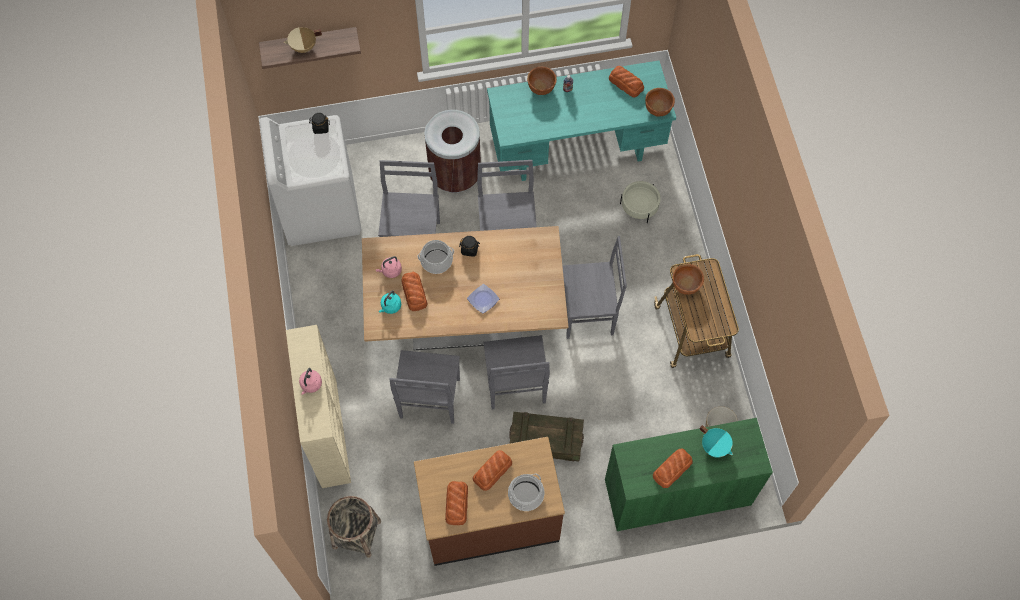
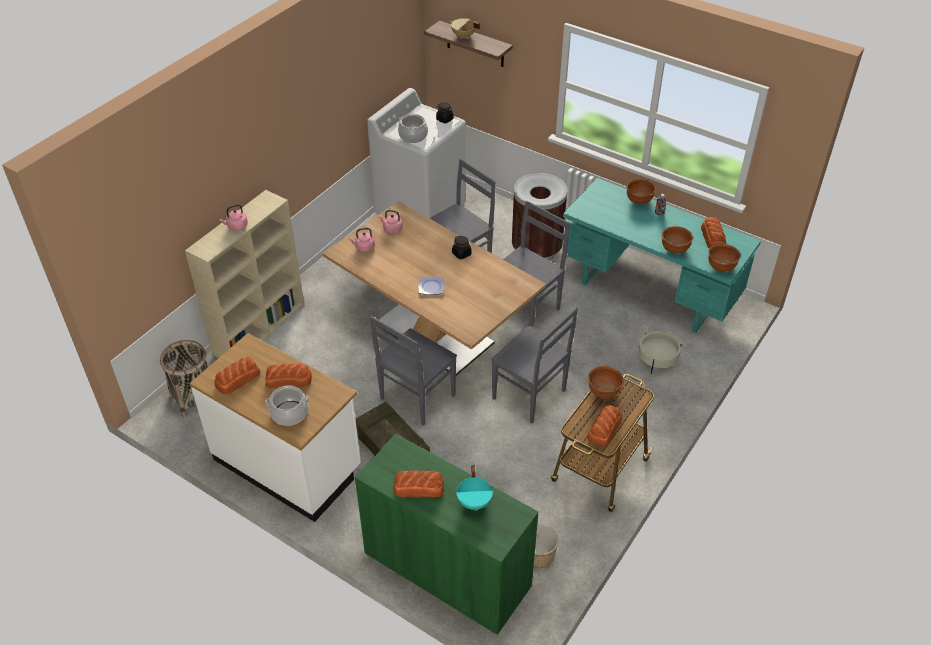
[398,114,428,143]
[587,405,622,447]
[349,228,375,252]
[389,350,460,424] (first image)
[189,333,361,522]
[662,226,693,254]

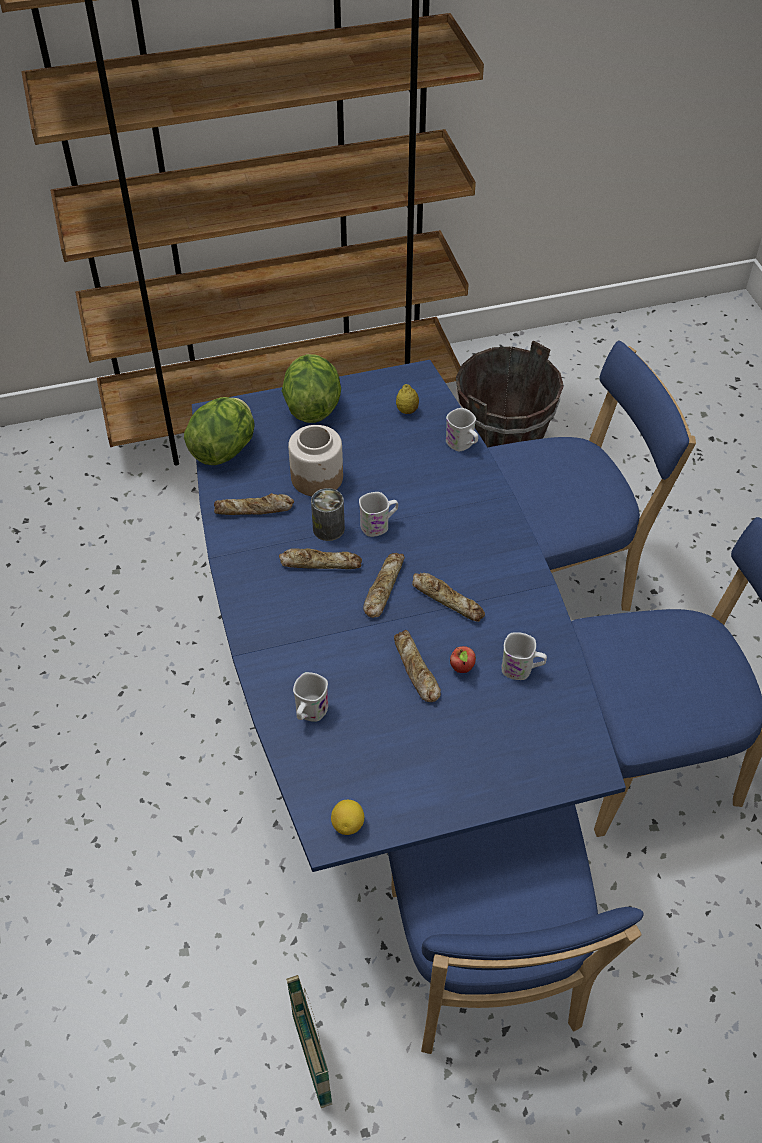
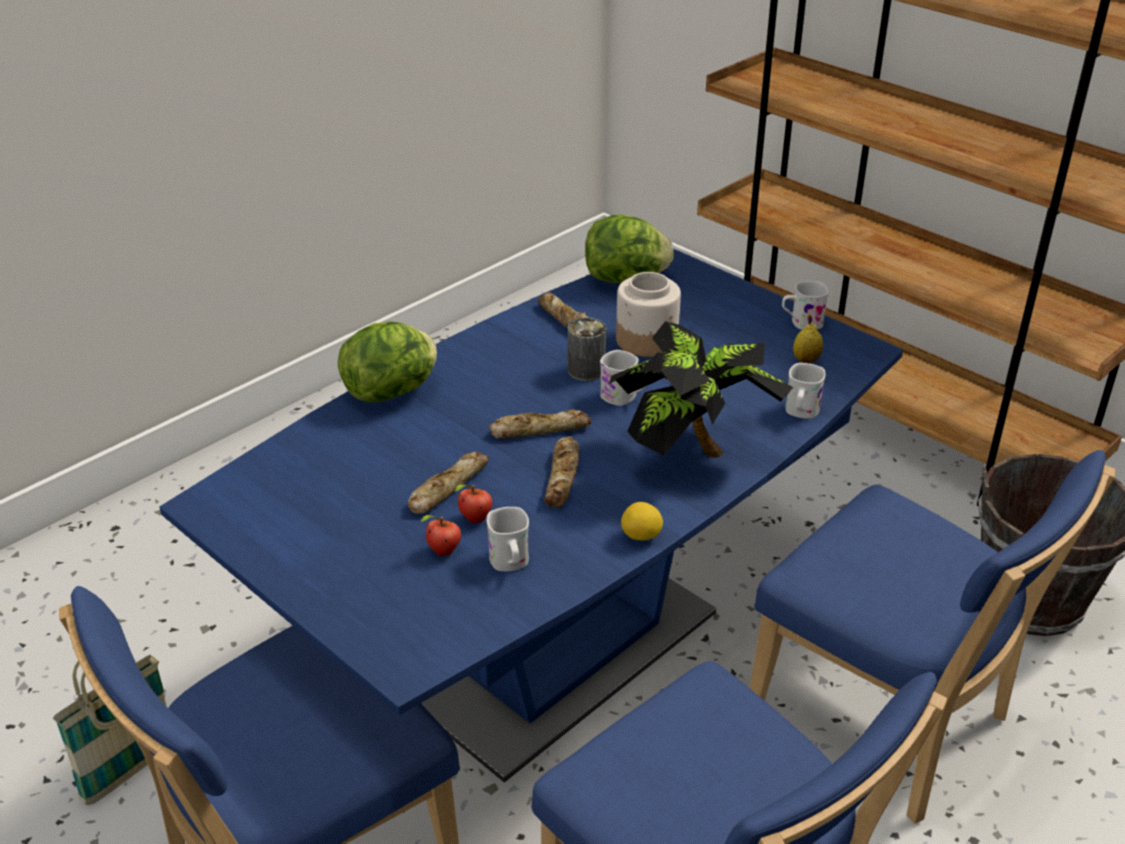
[338,322,437,402]
[279,548,362,569] (first image)
[782,280,829,330]
[621,502,663,541]
[609,321,794,458]
[421,515,461,556]

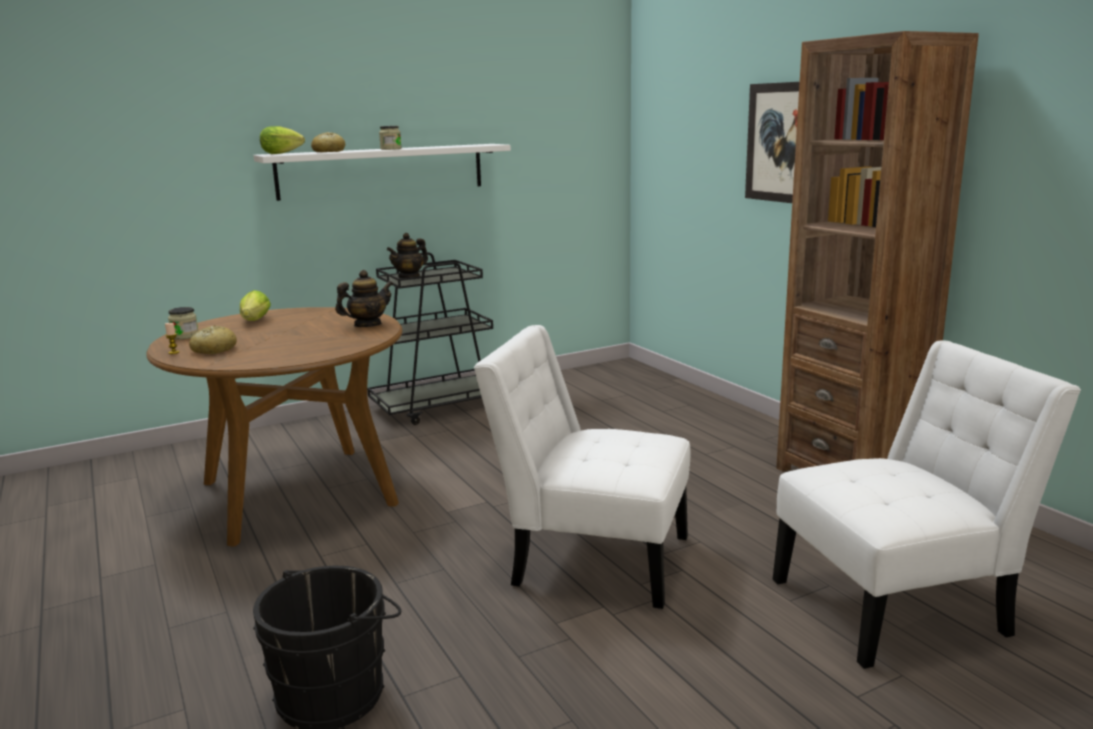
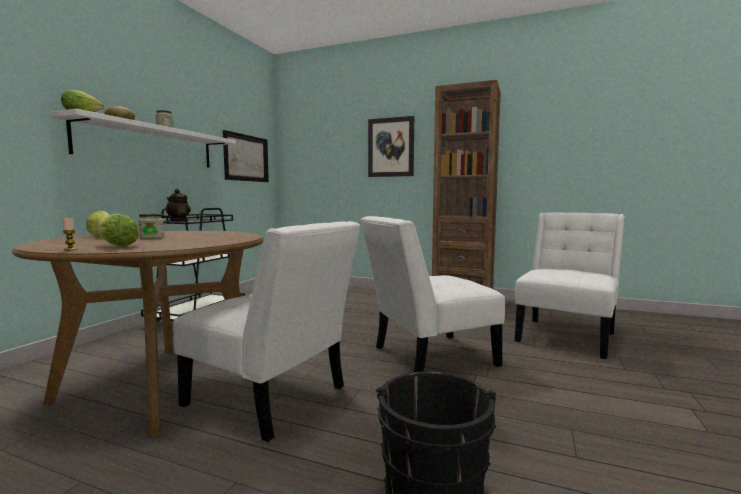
[335,270,393,327] (first image)
[138,214,164,239]
[97,213,139,247]
[223,130,269,182]
[173,221,360,442]

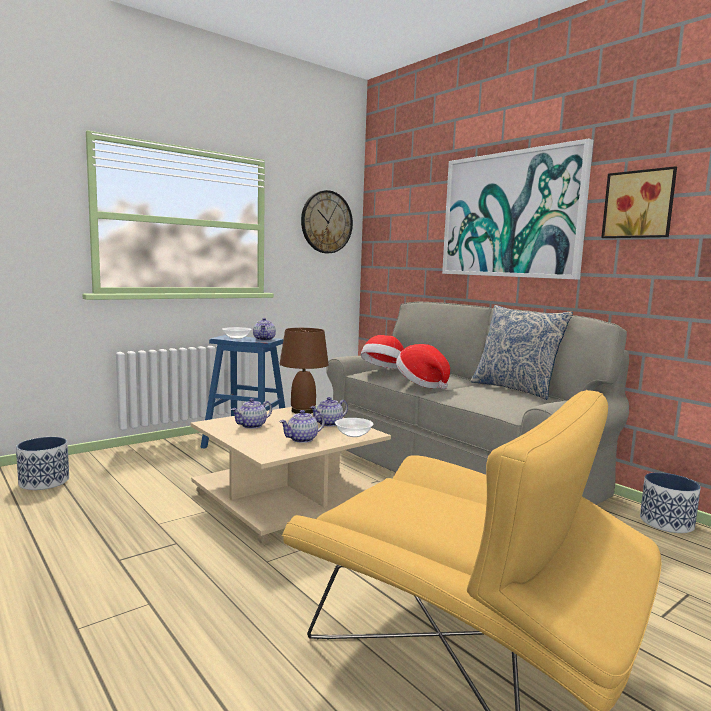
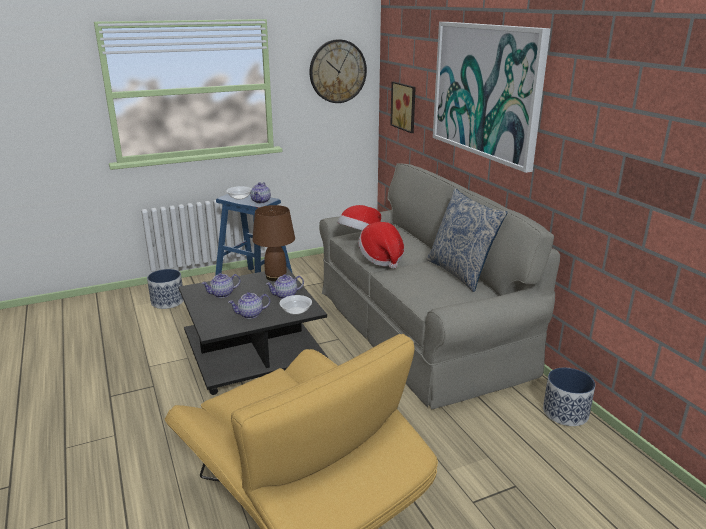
[390,82,416,133]
[179,267,328,395]
[147,269,184,309]

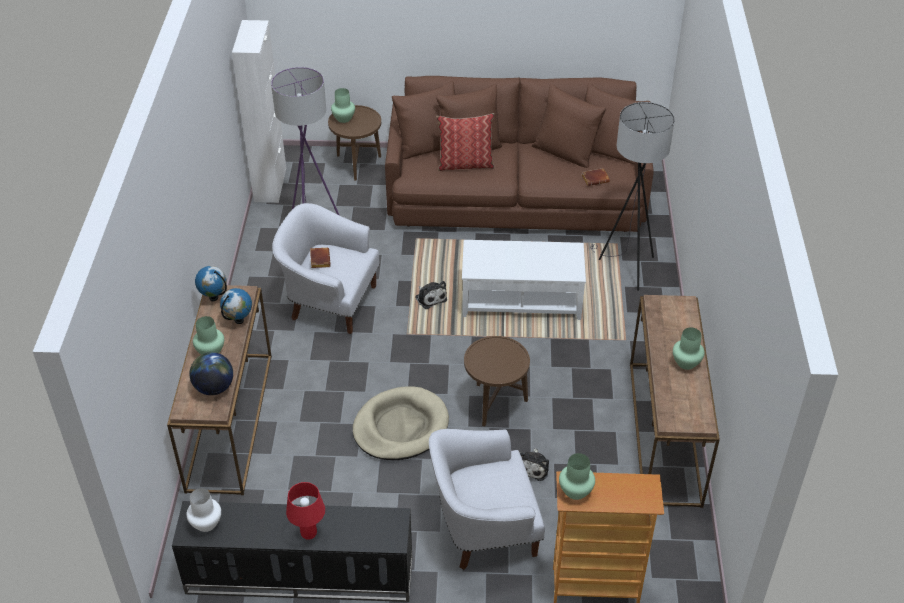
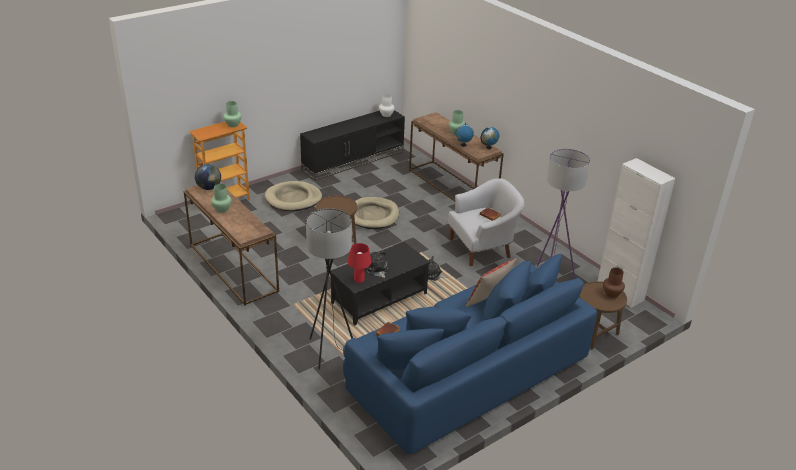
[343,254,597,454]
[603,268,625,298]
[331,242,430,325]
[195,164,221,190]
[265,181,322,211]
[365,250,389,278]
[348,243,371,283]

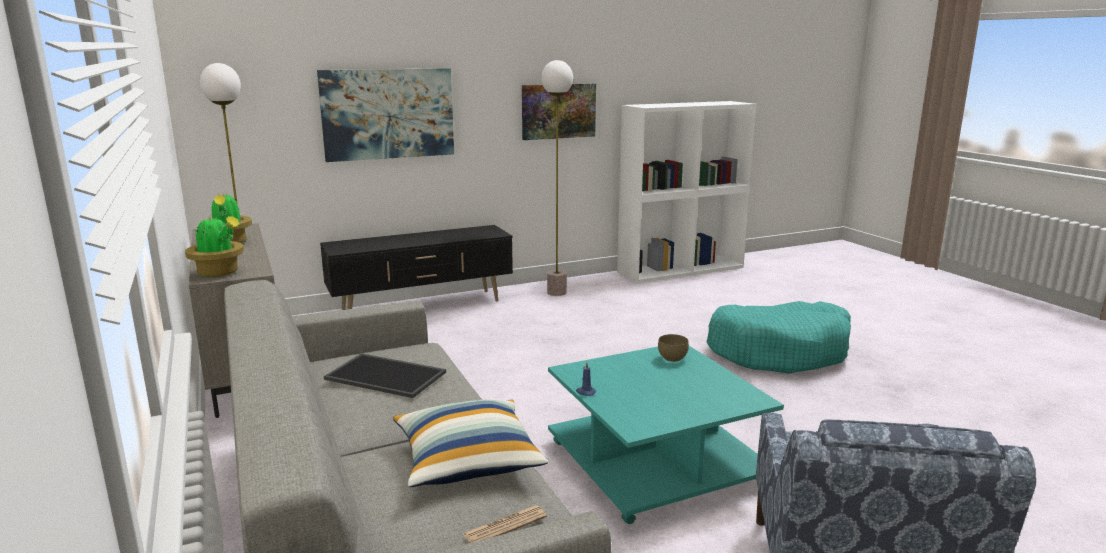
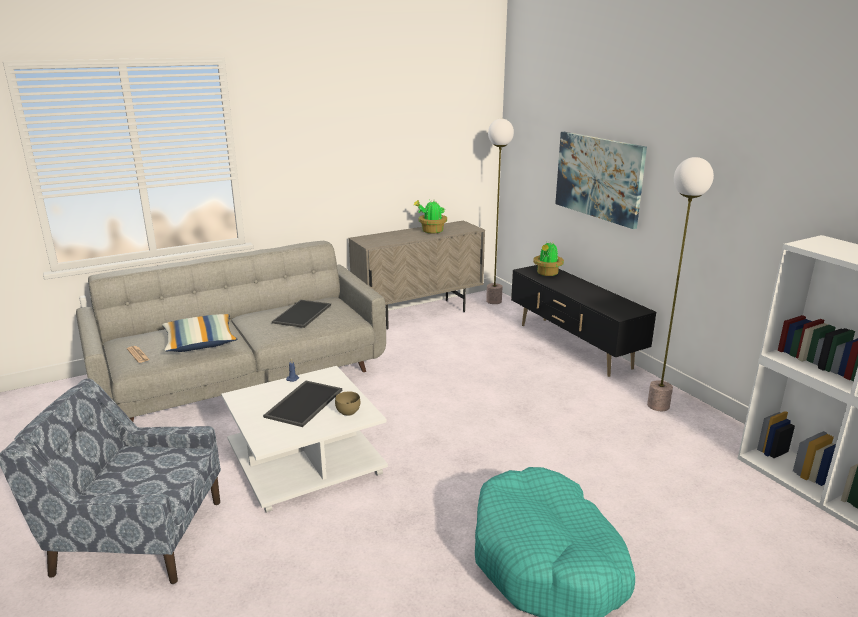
[522,83,596,140] (first image)
[533,242,564,276]
[221,366,388,513]
[263,381,342,427]

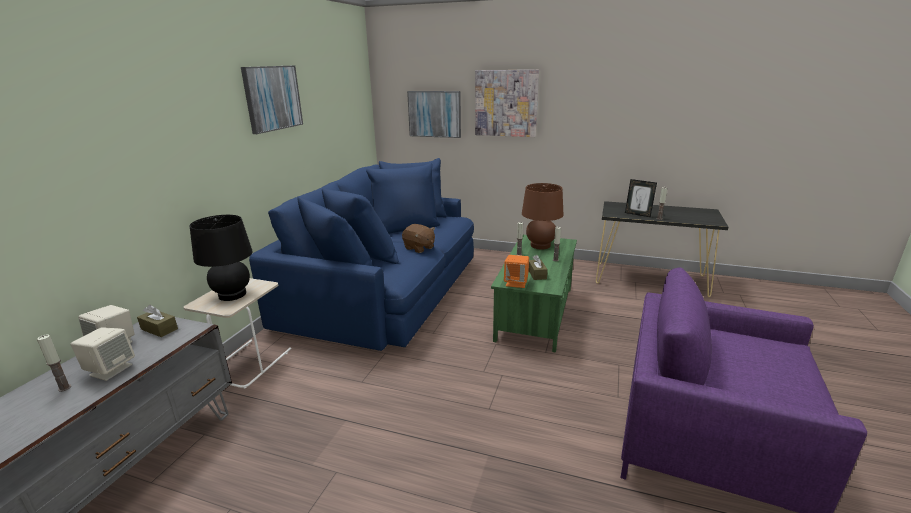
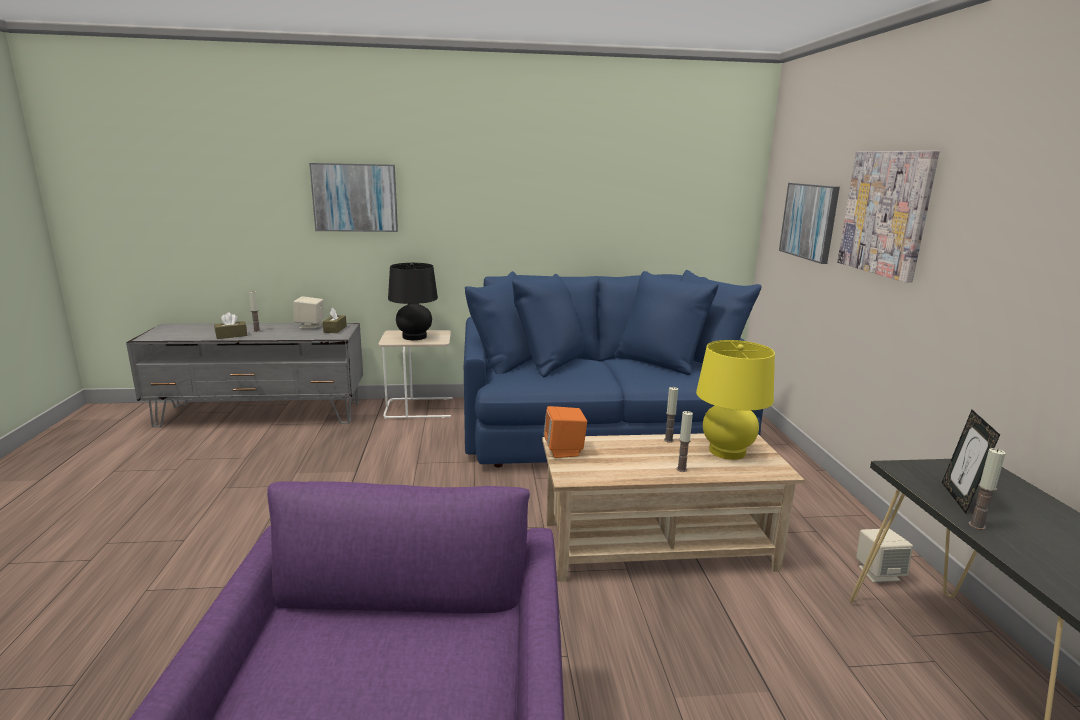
[309,163,398,232]
[696,340,775,460]
[402,224,435,253] (first image)
[542,433,805,582]
[214,312,247,339]
[856,529,913,582]

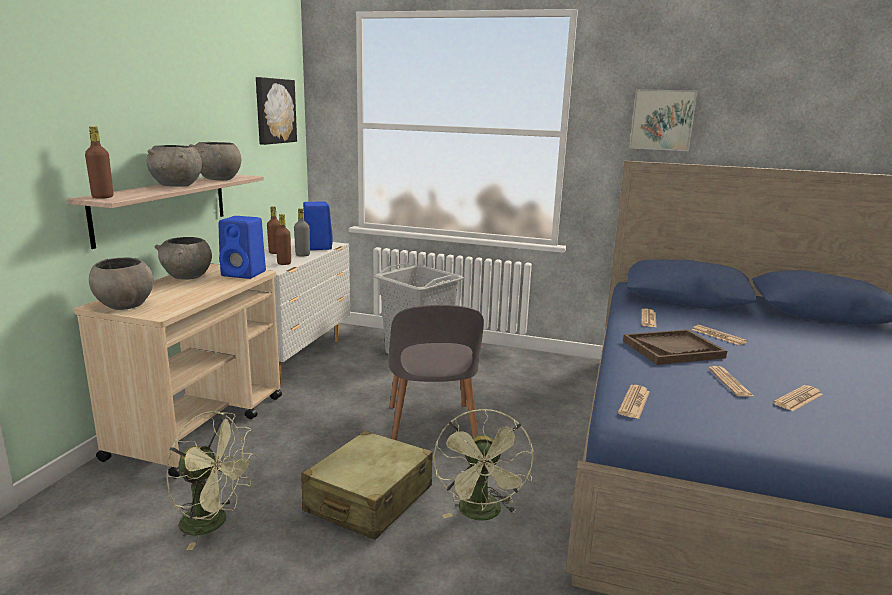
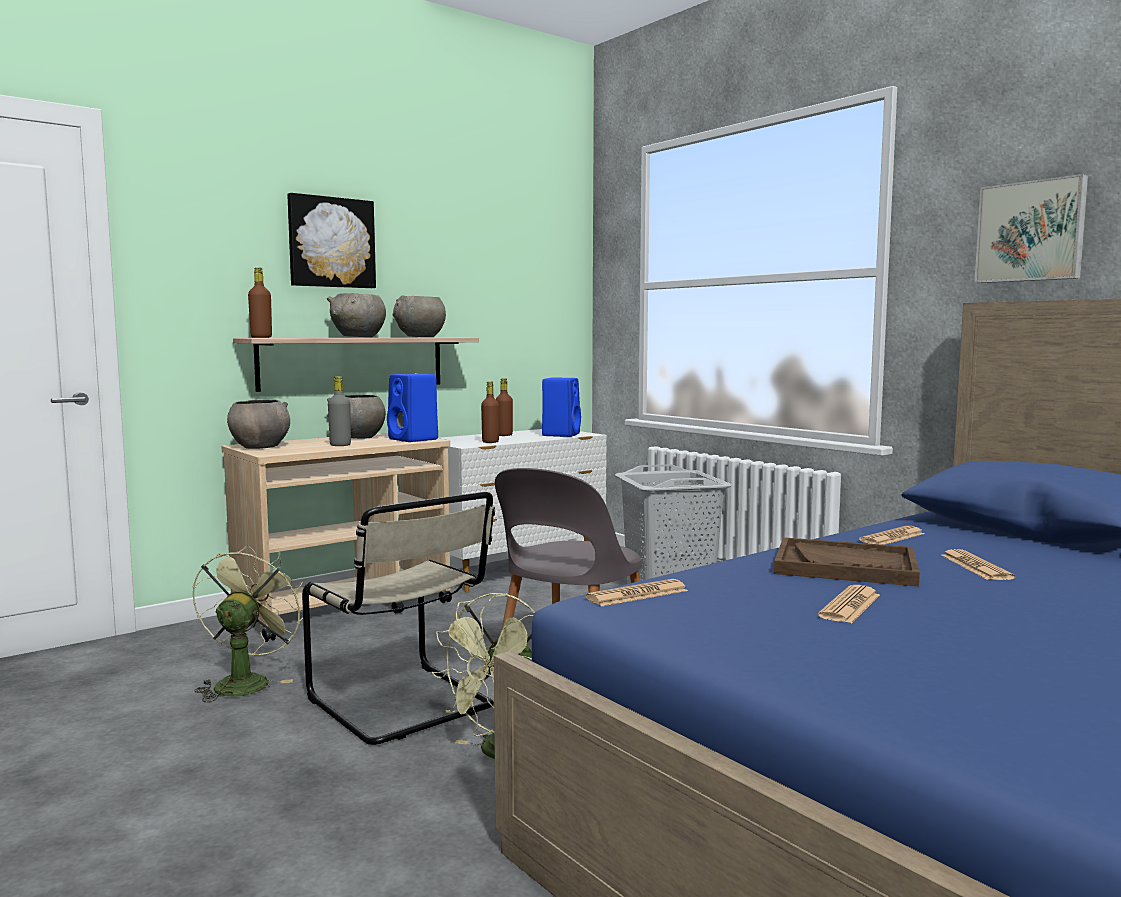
[287,193,376,288]
[328,376,351,446]
[773,385,823,411] (first image)
[193,545,303,703]
[302,492,495,745]

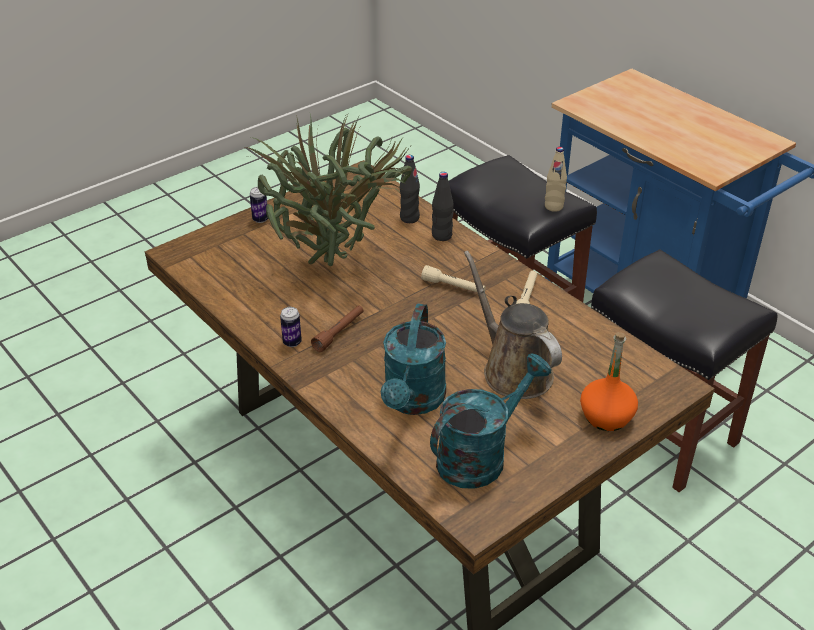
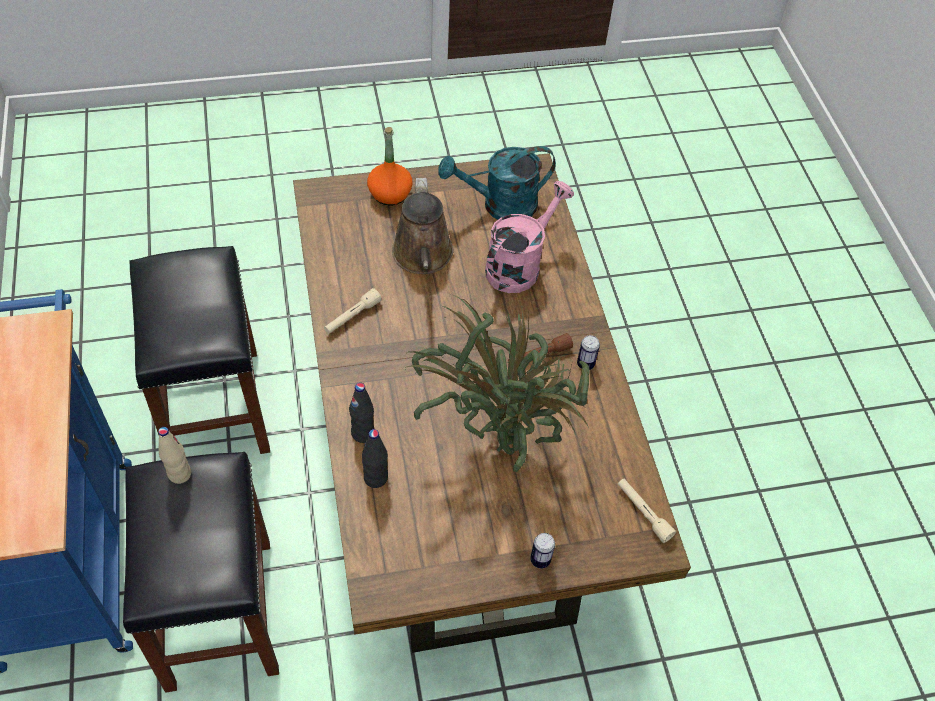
[618,478,676,543]
[485,181,574,293]

